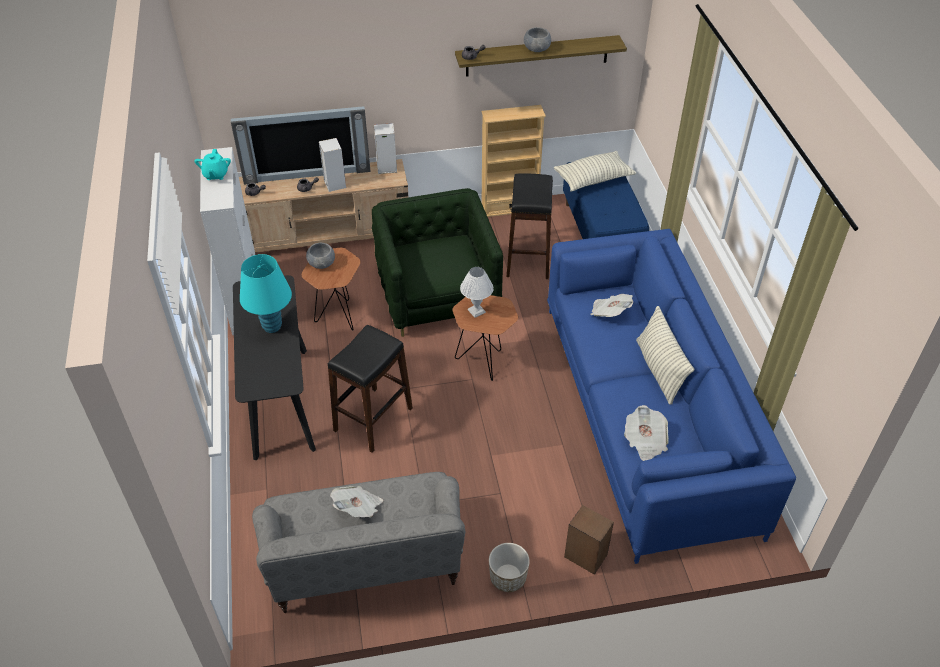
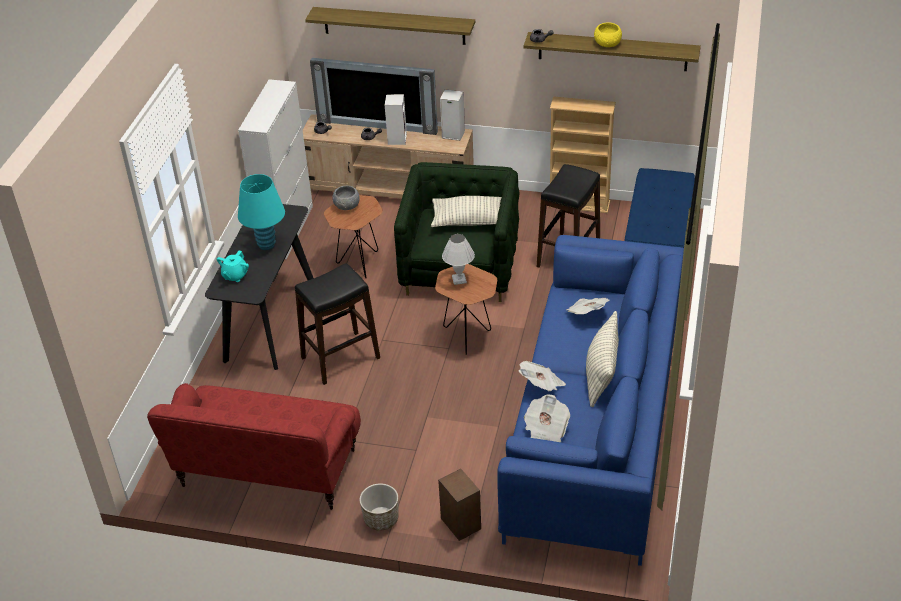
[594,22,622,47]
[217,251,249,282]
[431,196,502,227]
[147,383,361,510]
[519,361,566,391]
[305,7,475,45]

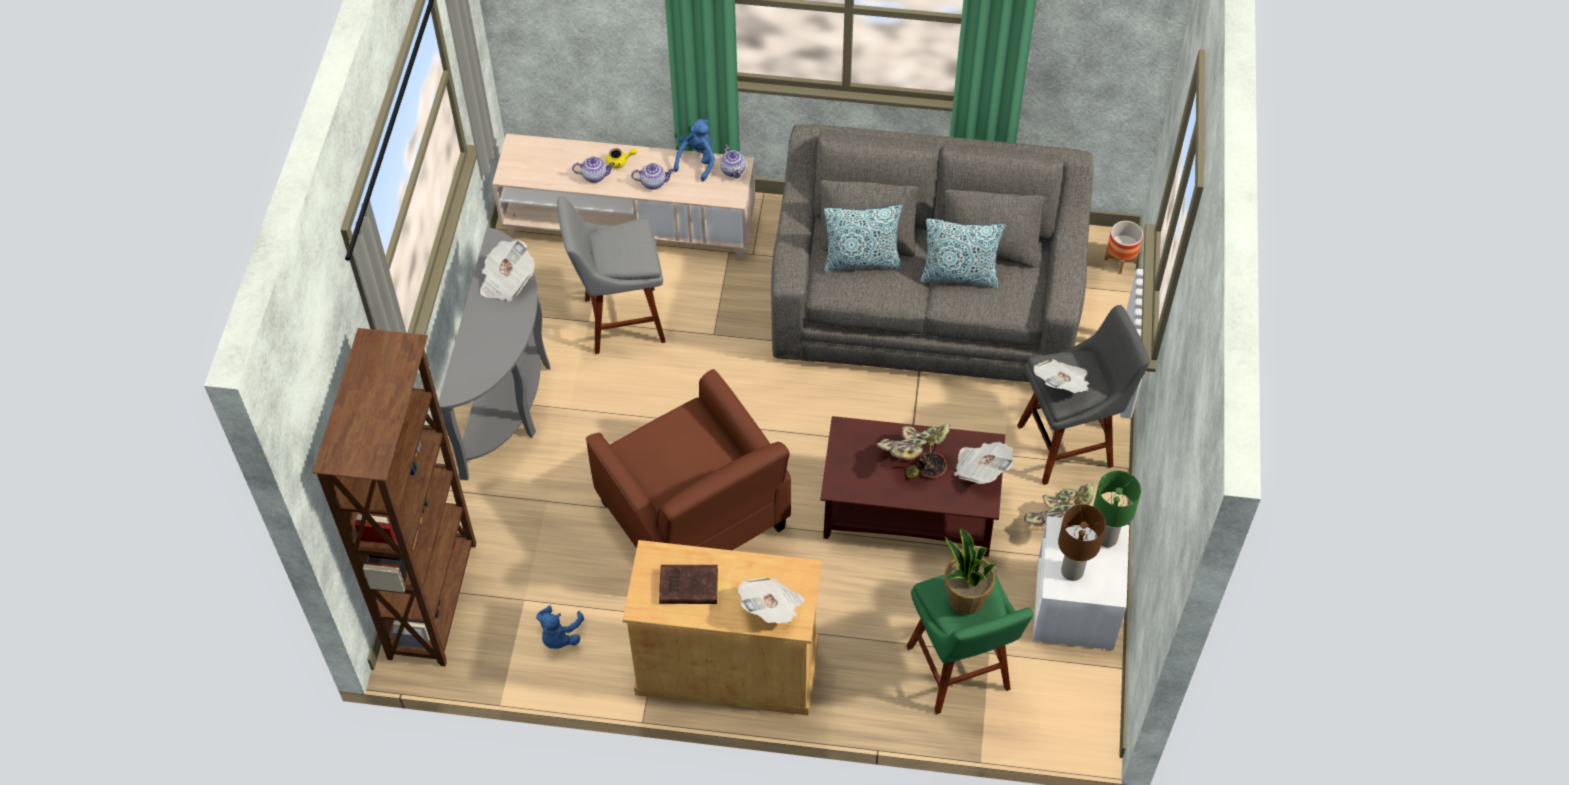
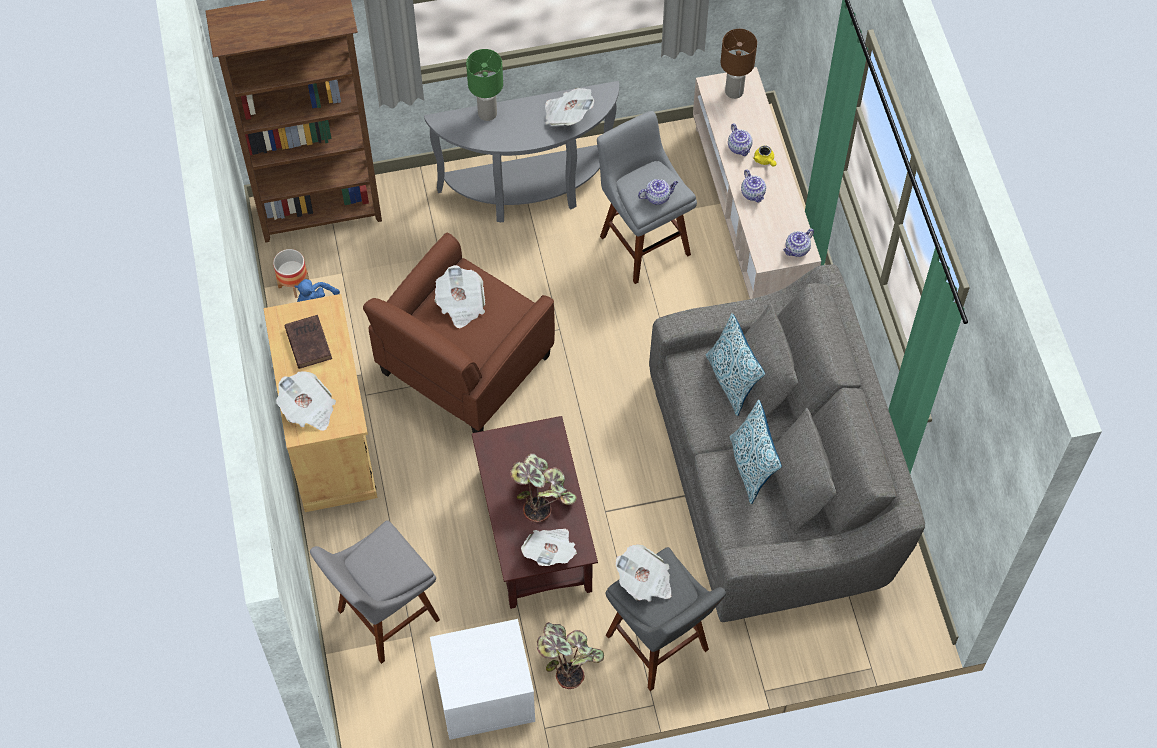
[674,119,715,181] (first image)
[273,249,309,298]
[466,49,503,121]
[720,29,757,99]
[944,528,996,615] (first image)
[310,520,440,664]
[638,179,678,205]
[435,265,485,328]

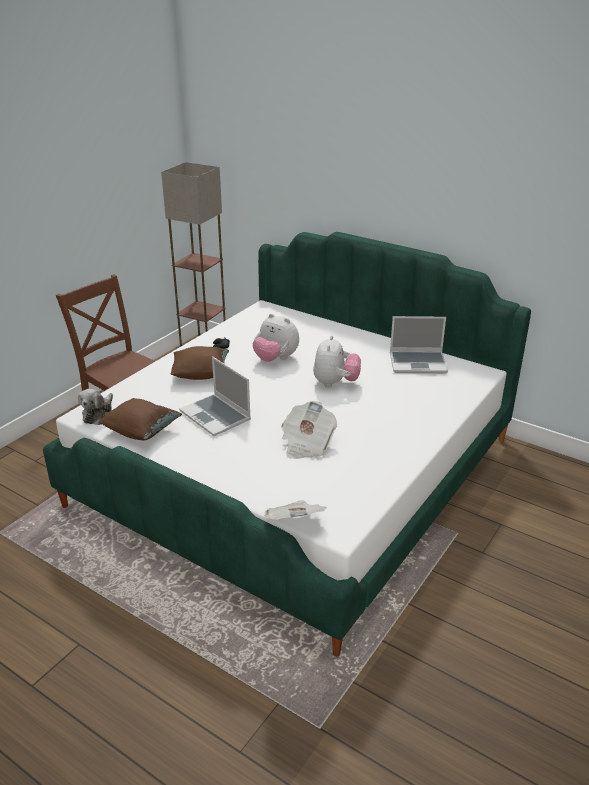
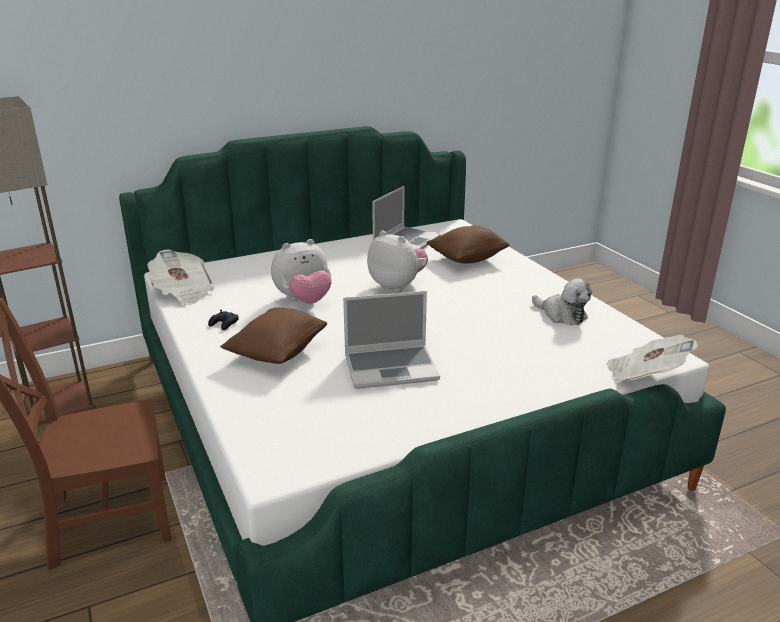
[532,278,592,325]
[426,225,510,263]
[147,250,214,305]

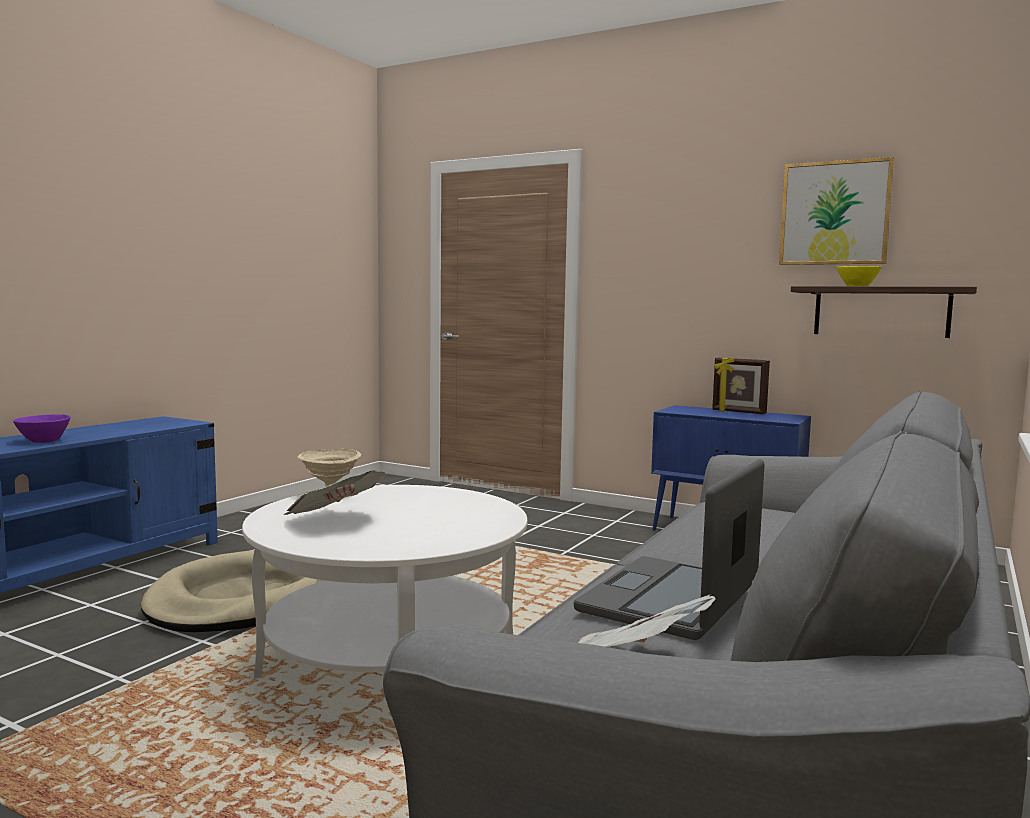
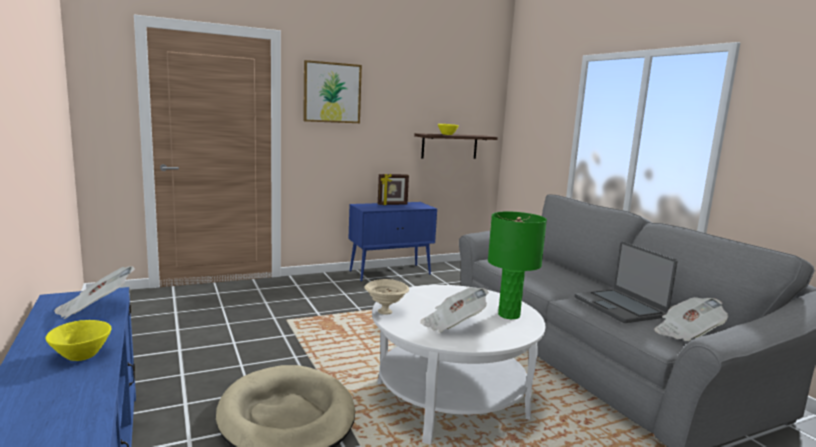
[303,60,362,123]
[45,320,112,361]
[488,211,547,319]
[54,266,135,319]

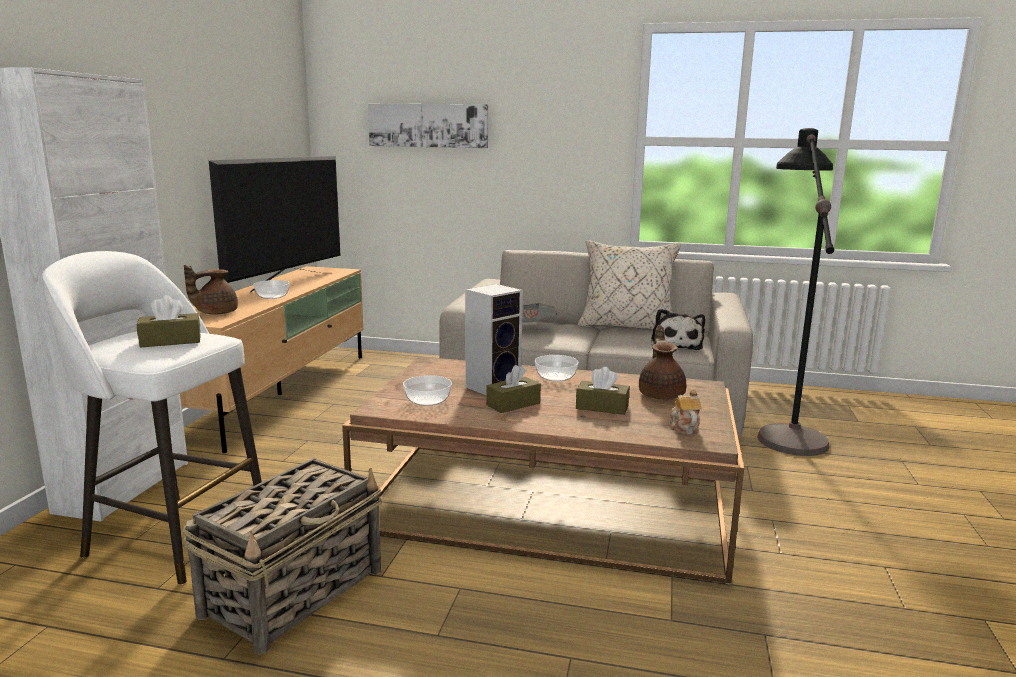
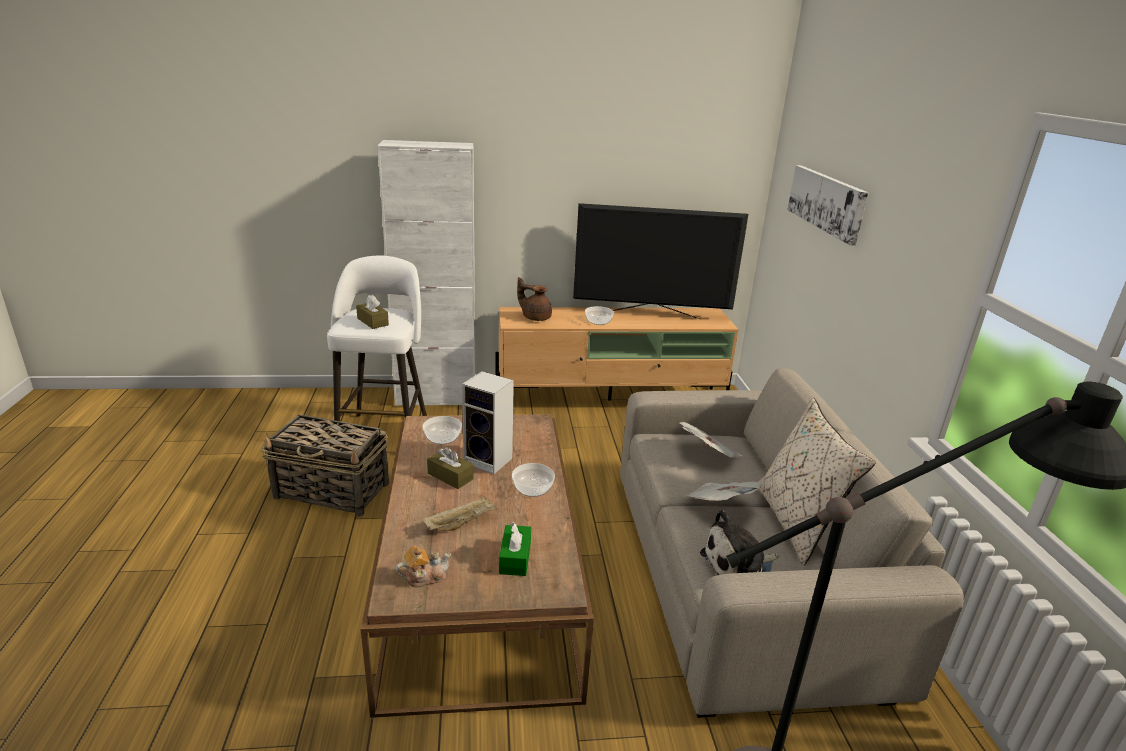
[499,522,531,576]
[423,496,498,531]
[684,482,764,501]

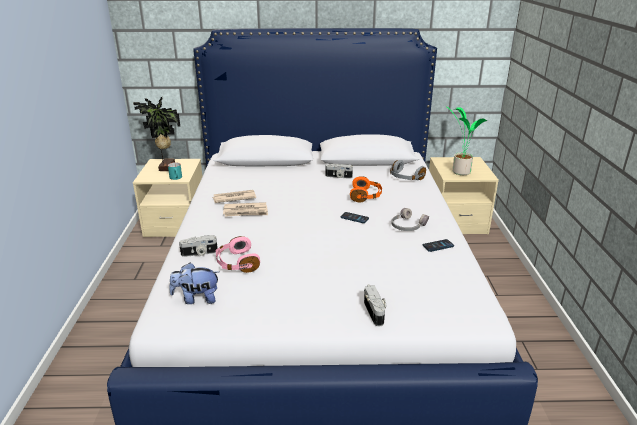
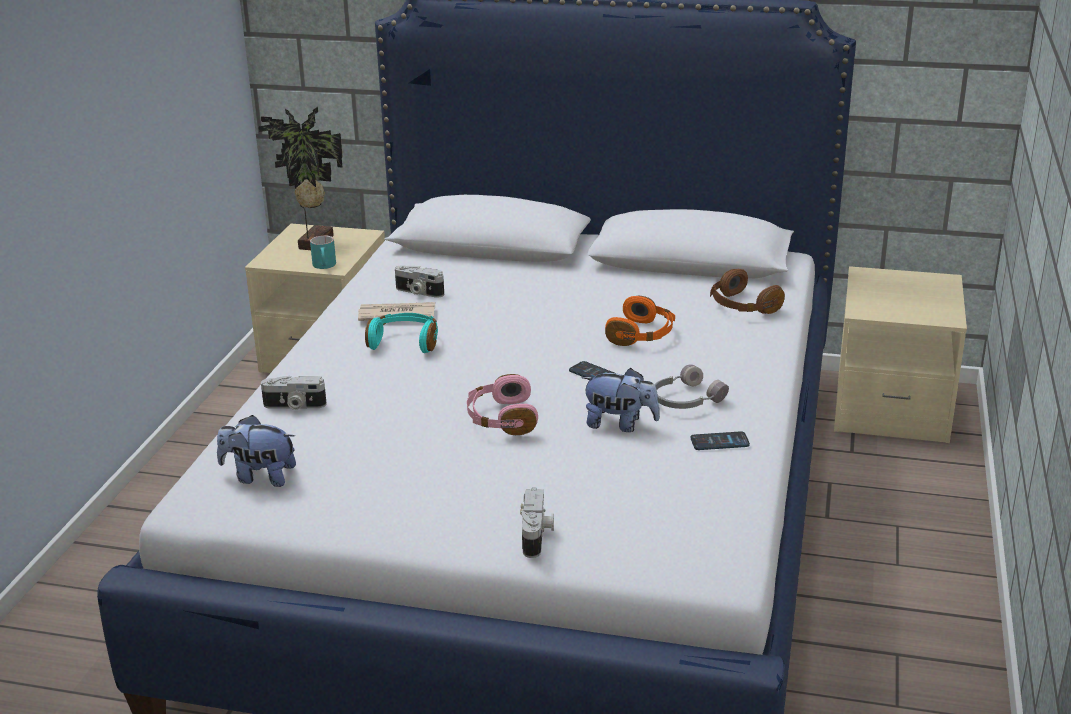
[447,107,487,175] (first image)
[710,269,785,314]
[395,265,444,298]
[365,313,438,353]
[467,374,538,435]
[581,368,660,432]

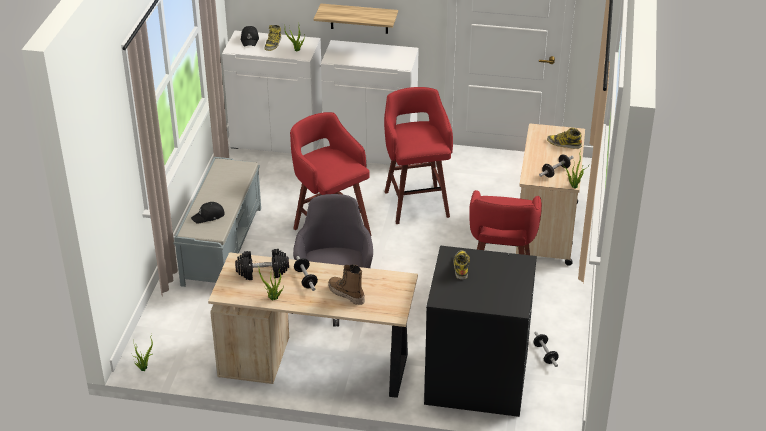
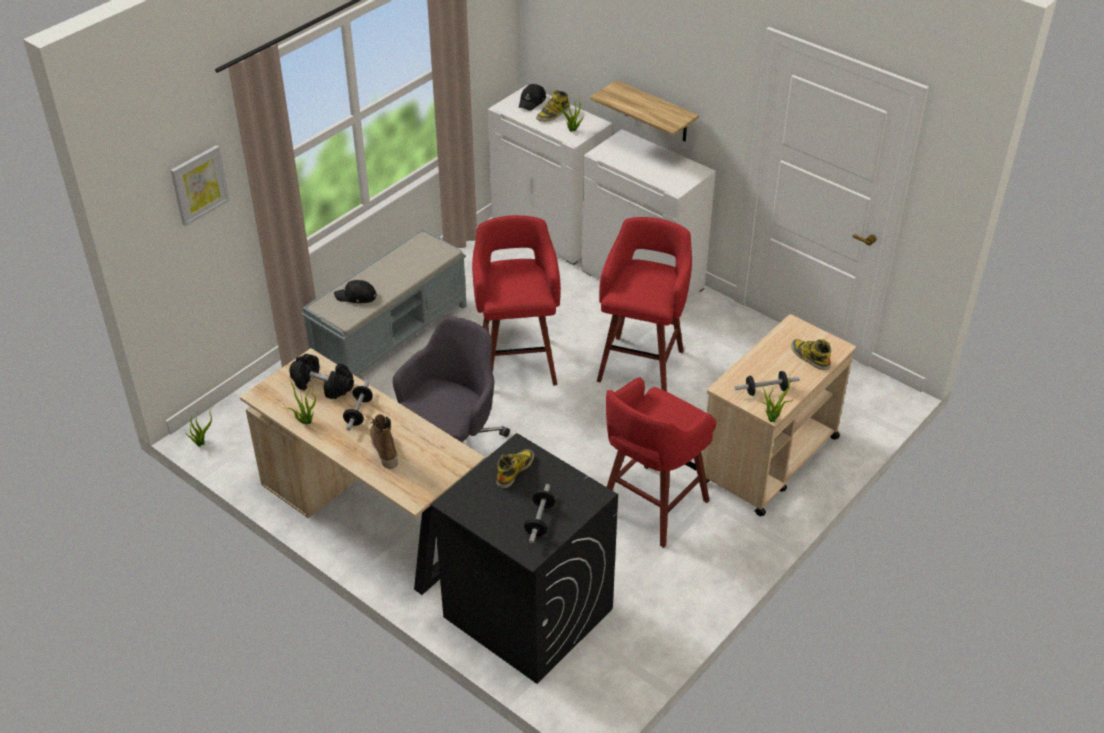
[524,484,555,543]
[171,145,230,226]

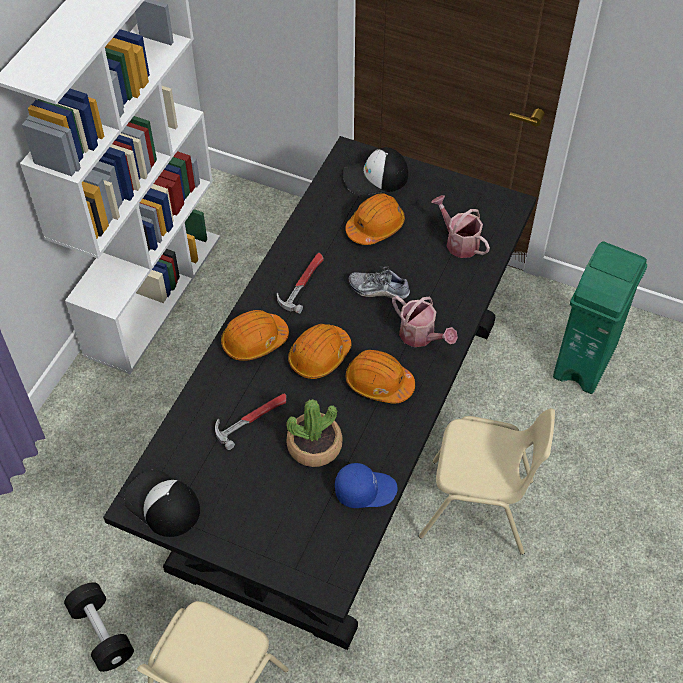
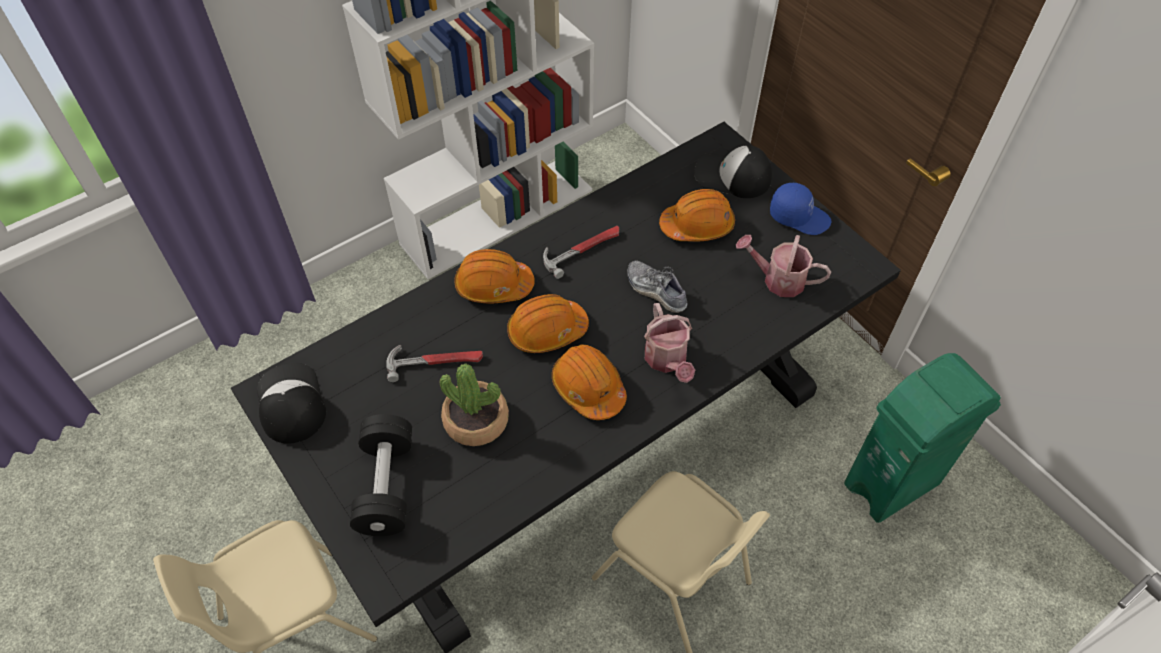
[736,235,831,297]
[770,183,831,235]
[350,414,412,536]

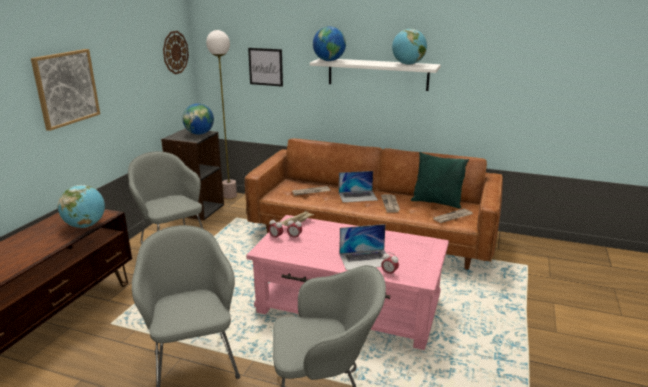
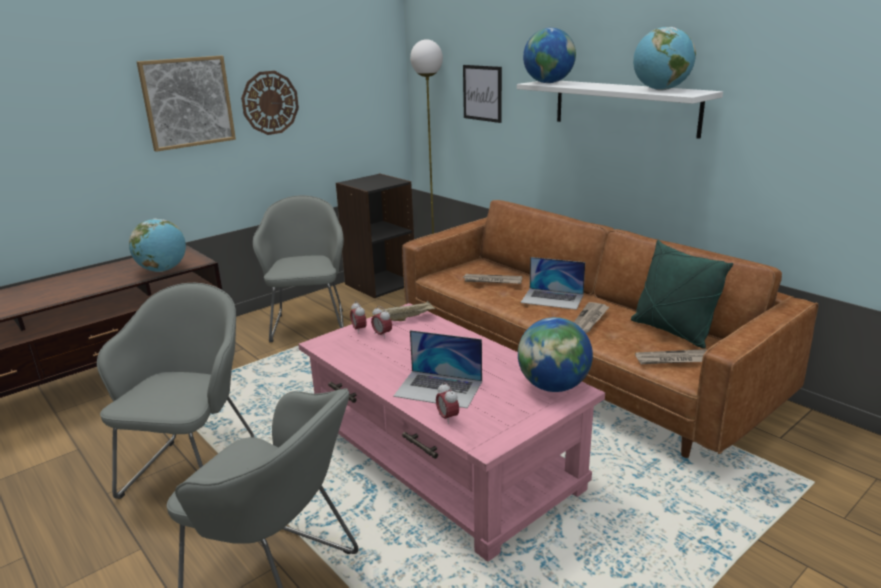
[241,71,299,135]
[518,317,593,392]

